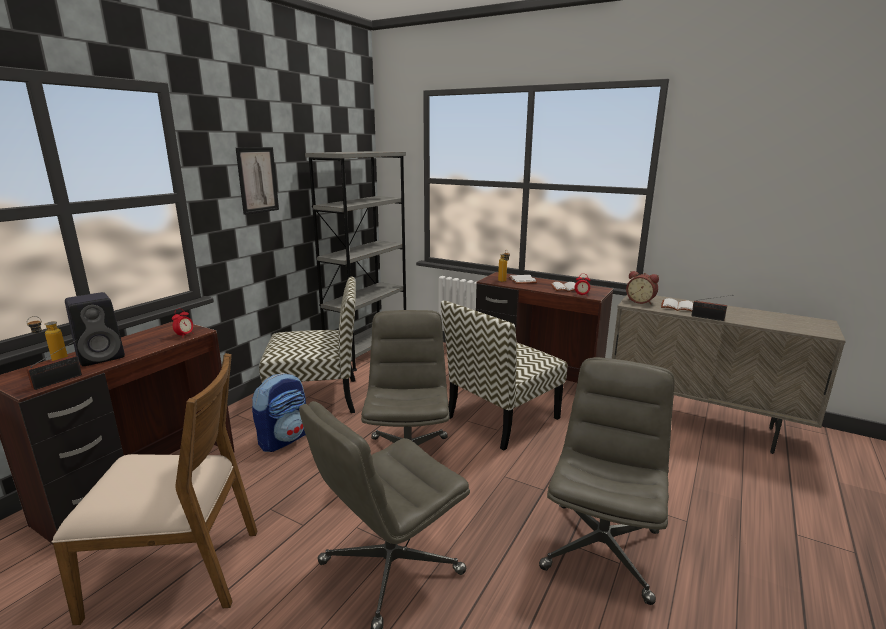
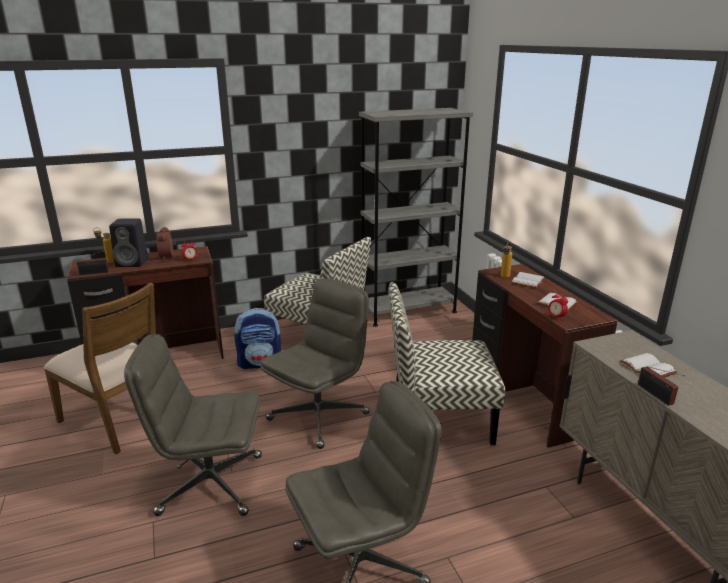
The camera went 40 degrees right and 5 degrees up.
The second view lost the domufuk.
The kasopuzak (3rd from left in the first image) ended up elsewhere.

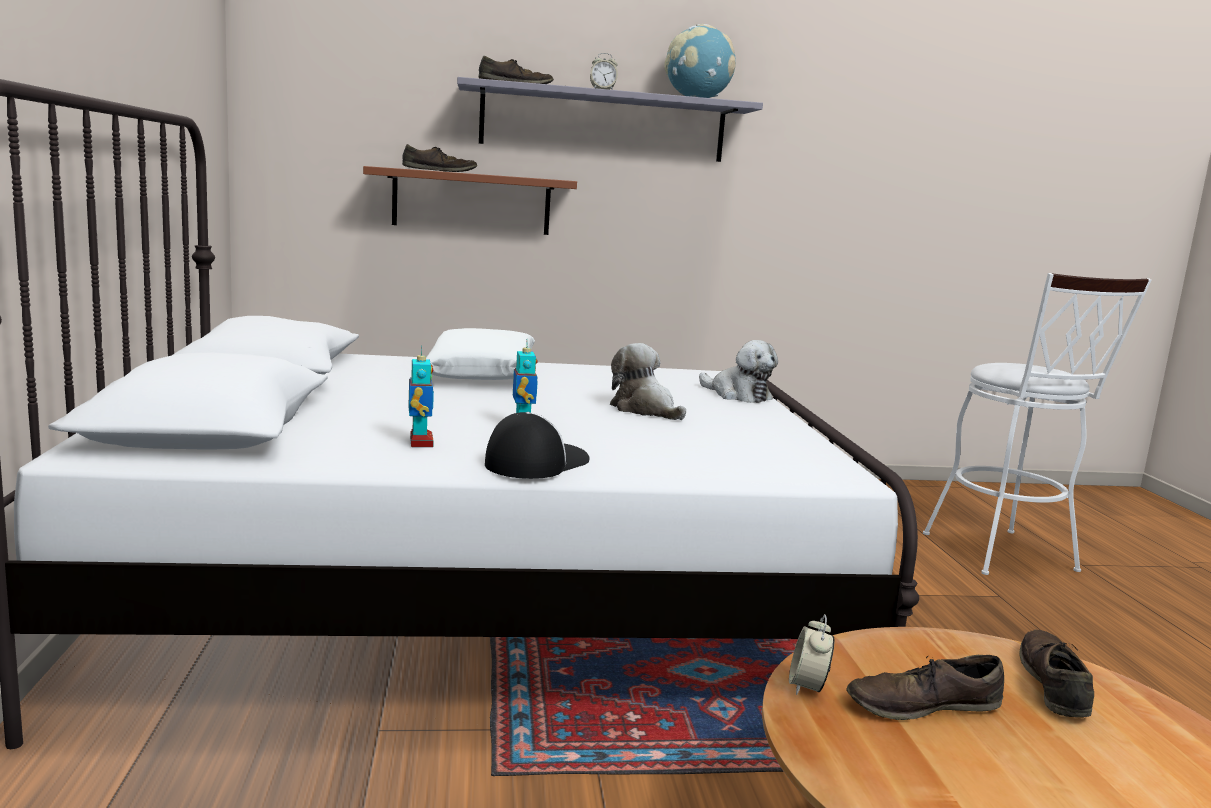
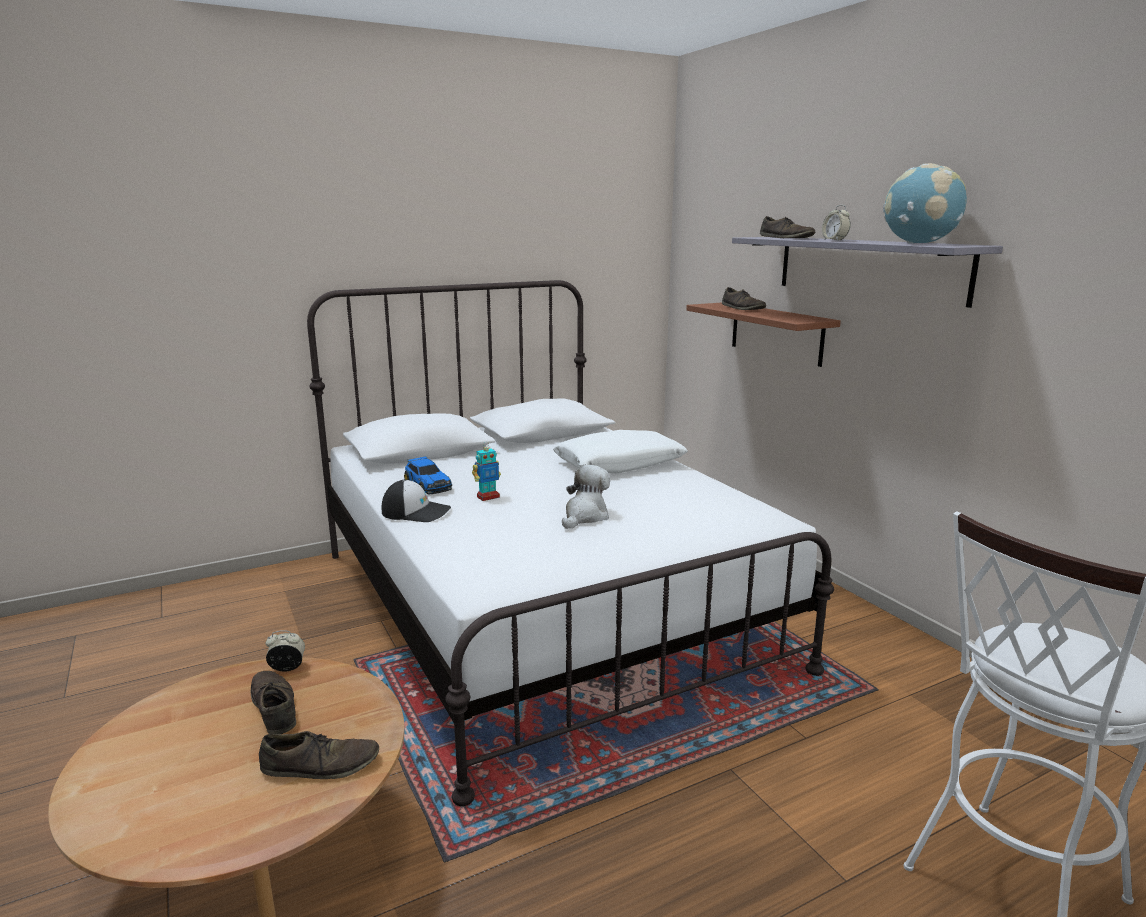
The camera went 70 degrees right and 5 degrees up.
The second view lost the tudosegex (2nd from left).
Where the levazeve (1st from left) stood, the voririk came to stand.

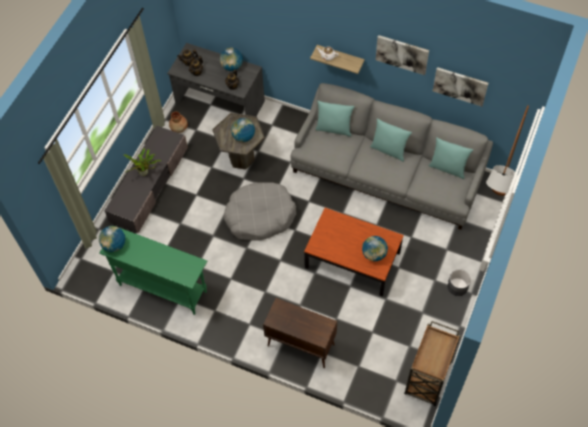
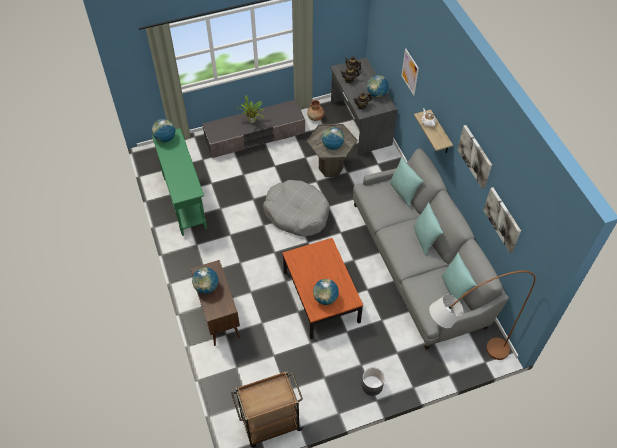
The camera went 45 degrees right and 5 degrees down.
The second view gained the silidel (2nd from left).
The second view gained the domufuk (1st from left).

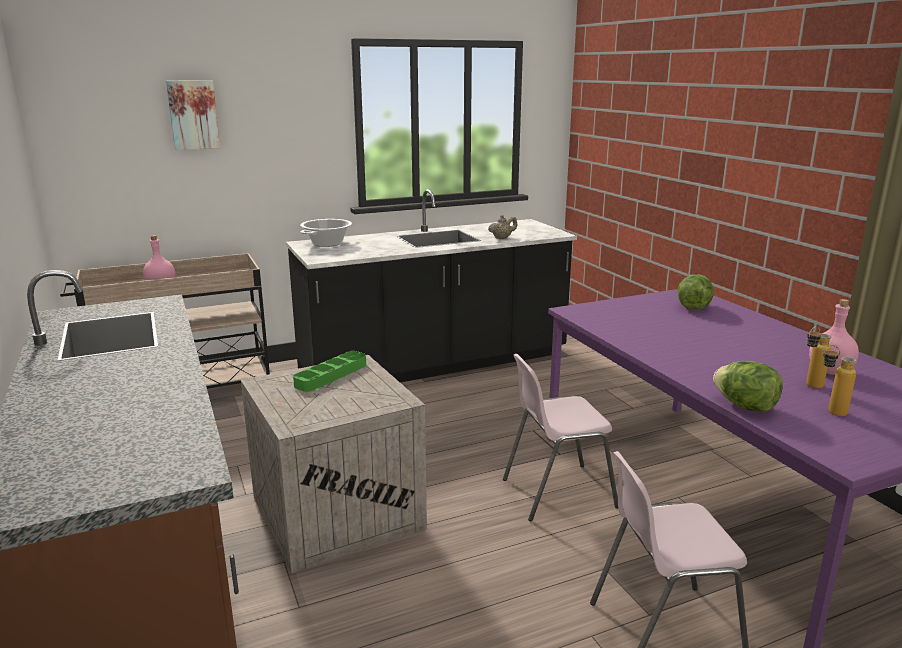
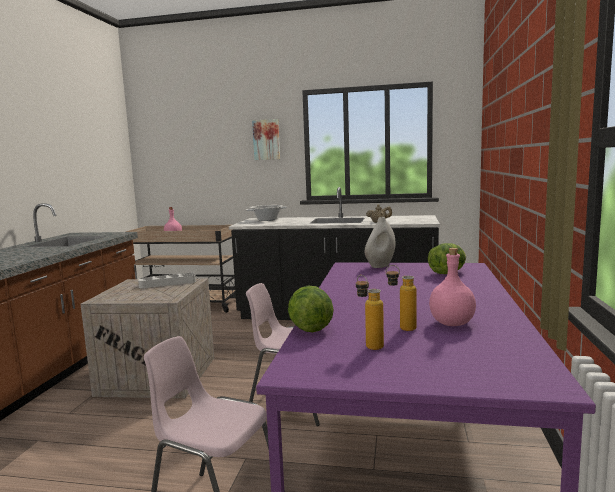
The camera went 35 degrees right and 10 degrees down.
The second view gained the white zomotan.
The domufuk ended up elsewhere.
What was the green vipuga turned into the grey vipuga.

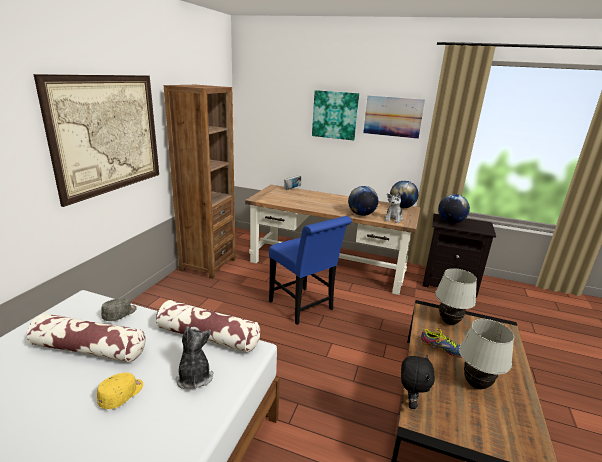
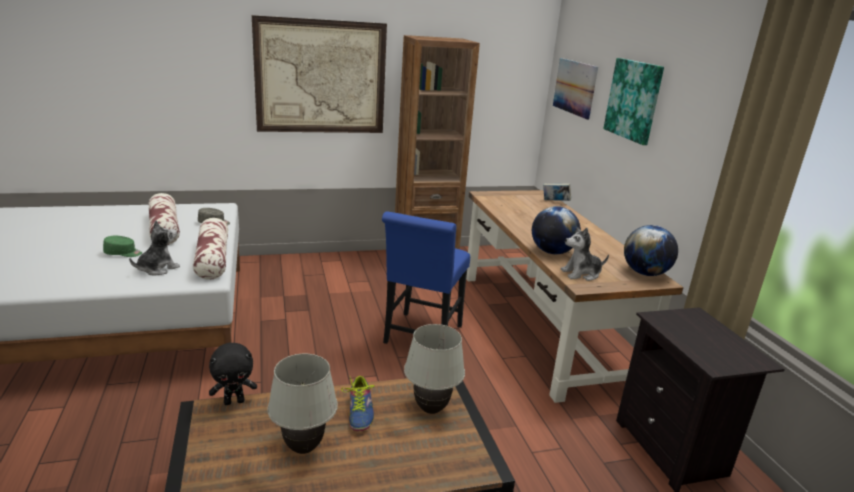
The camera went 55 degrees right and 0 degrees up.
The second view lost the silidel (3rd from left).
The domufuk (3rd from left in the first image) ended up elsewhere.
What was the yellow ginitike turned into the green ginitike.

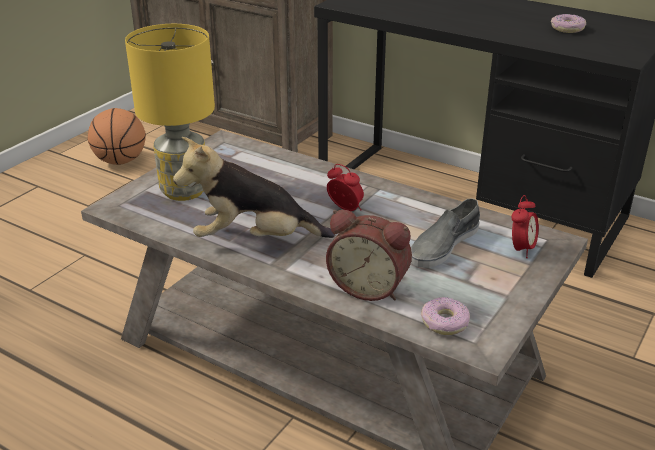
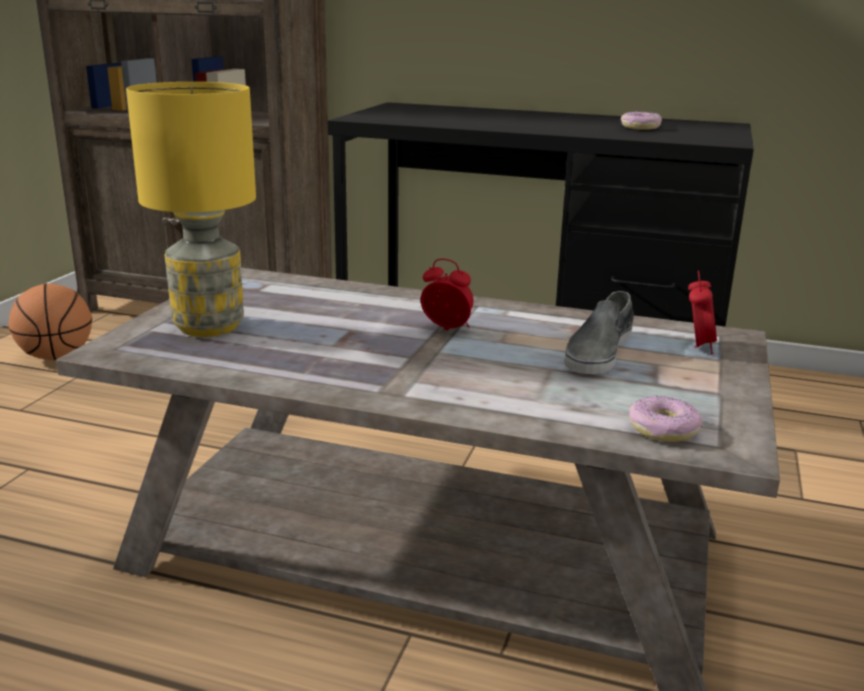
The camera went 15 degrees left and 10 degrees down.
The second view lost the tudosegex.
The second view lost the kasopuzak (2nd from left).

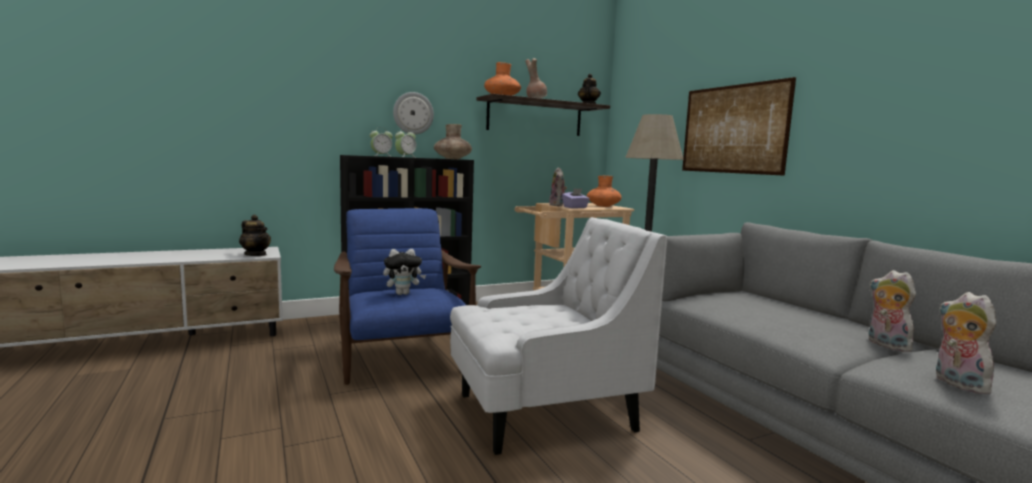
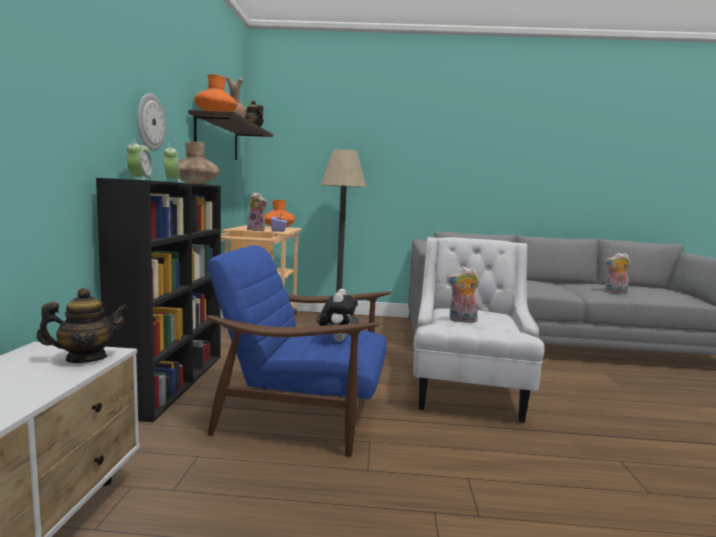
The camera went 60 degrees left and 0 degrees up.
The second view lost the domufuk.
The tudosegex (3rd from left) ended up elsewhere.

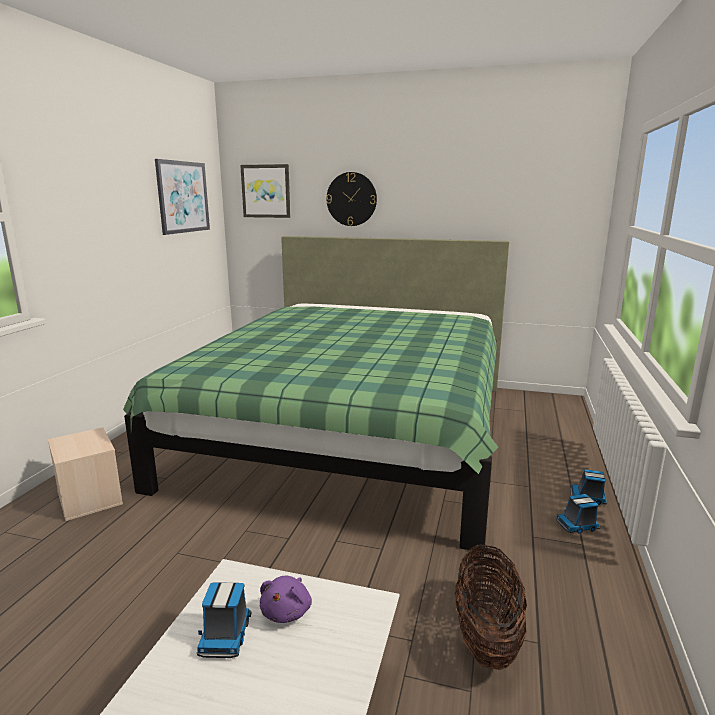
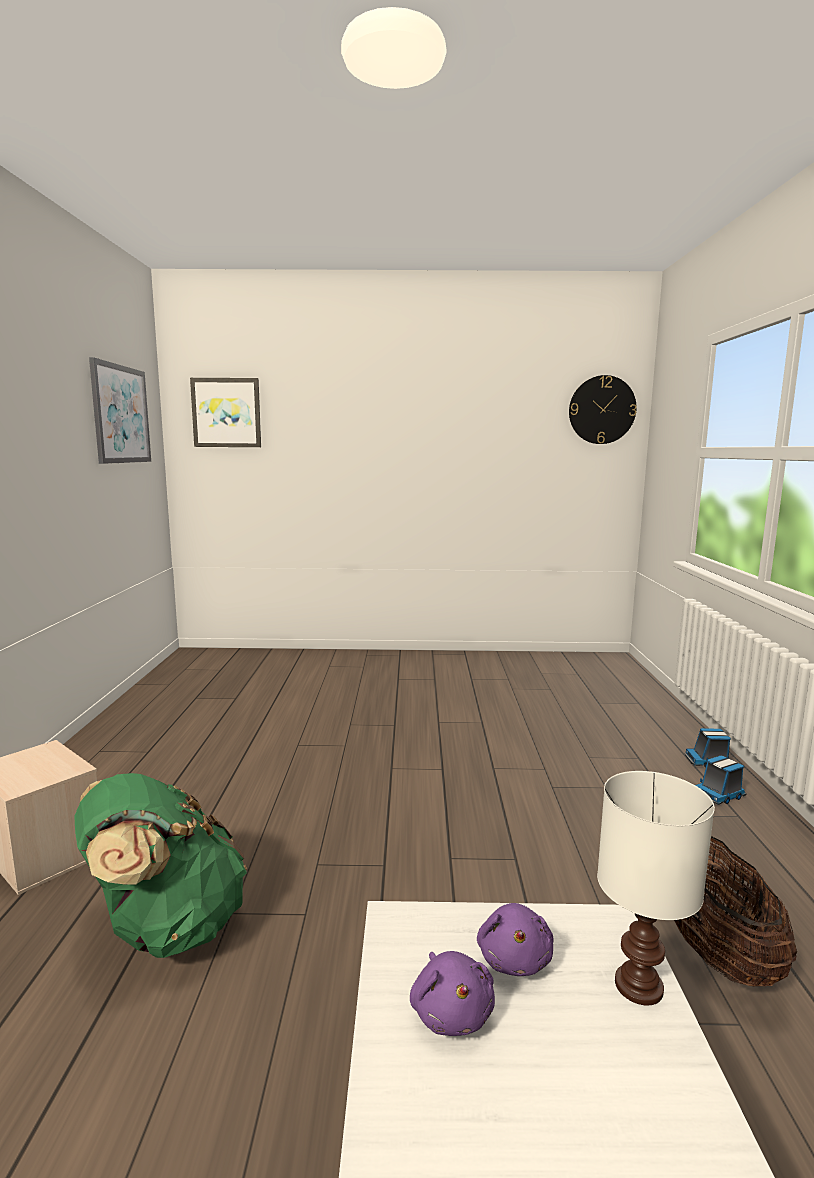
The camera went 15 degrees left and 5 degrees down.
The second view lost the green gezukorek.
The second view gained the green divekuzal.
The second view gained the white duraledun.
The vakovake ended up elsewhere.
Where the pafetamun (1st from left) stood, the purple tudosegex (1st from left) came to stand.

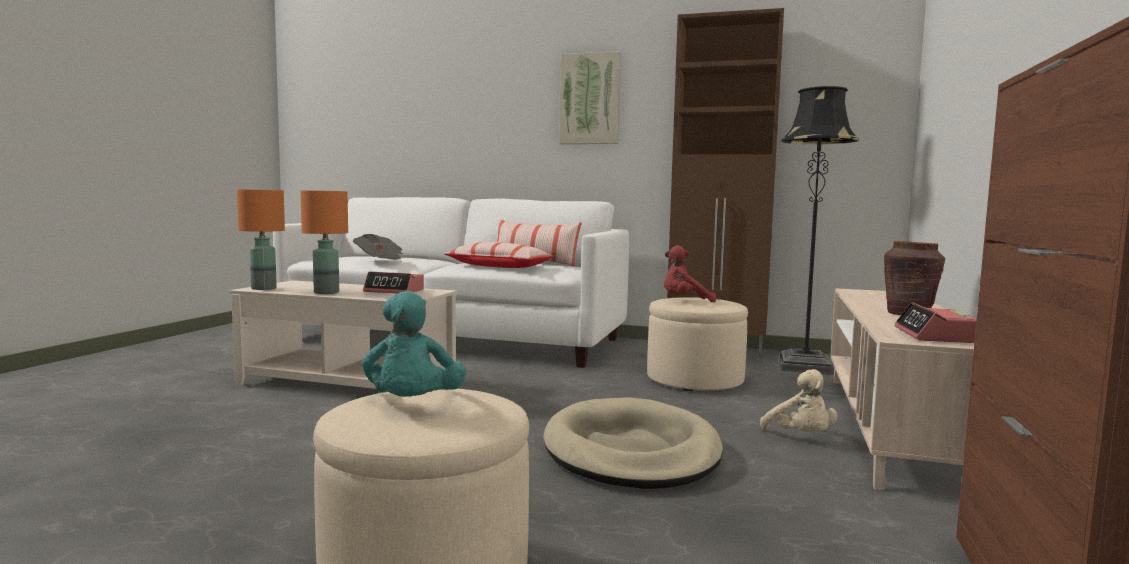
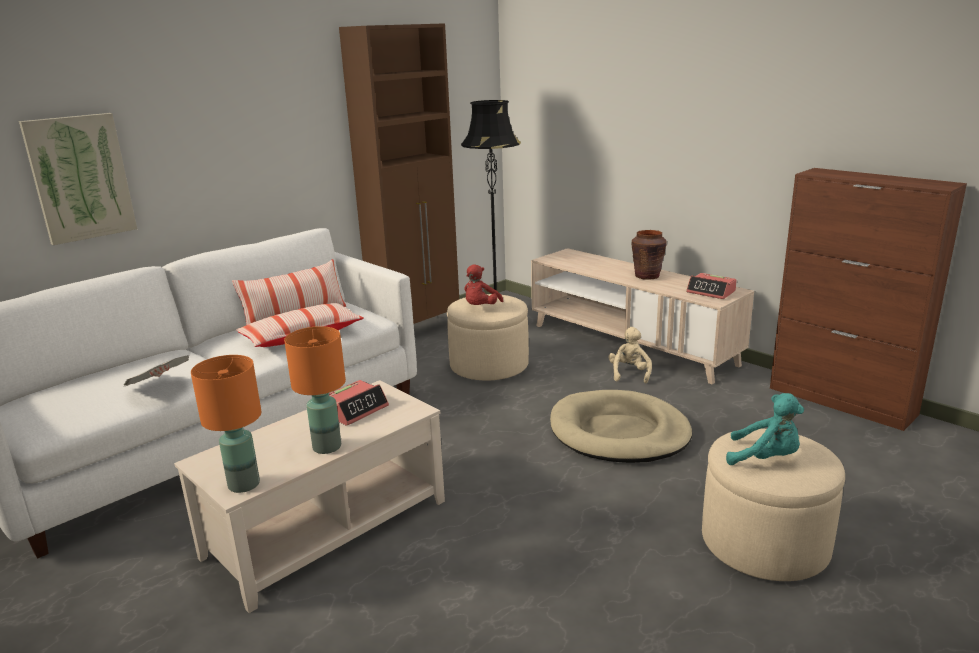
The camera went 60 degrees left and 15 degrees up.
The domufuk ended up elsewhere.
The beige tudosegex ended up facing another way, 90 degrees counterclockwise from before.

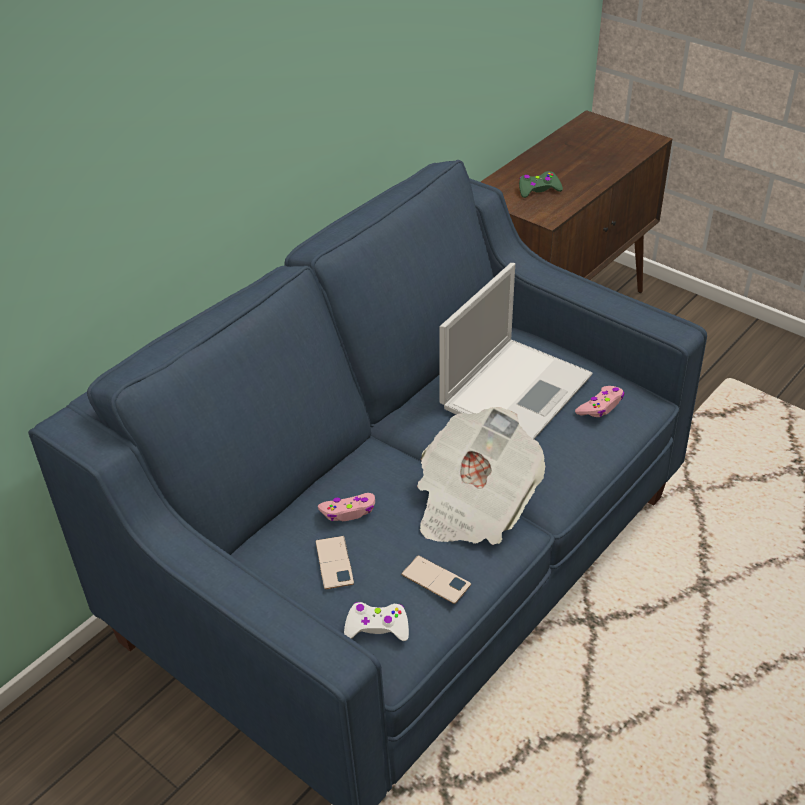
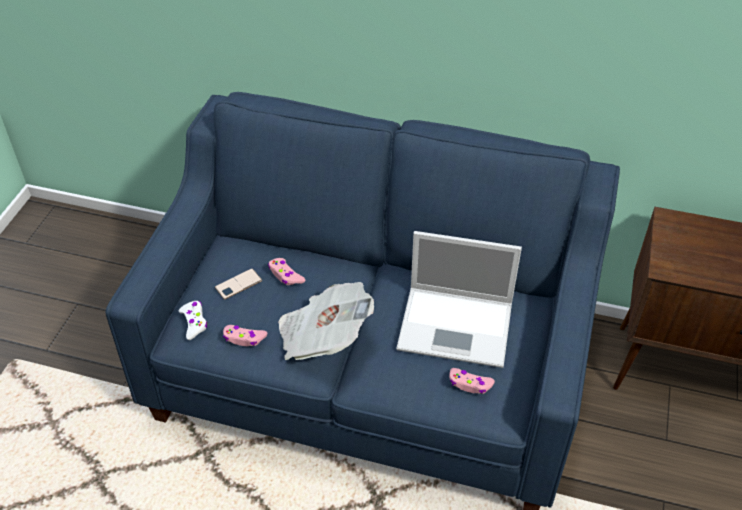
The camera went 65 degrees right and 5 degrees up.
The second view lost the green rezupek.
Where the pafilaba (2nd from left) stood, the pink rezupek (1st from left) came to stand.

